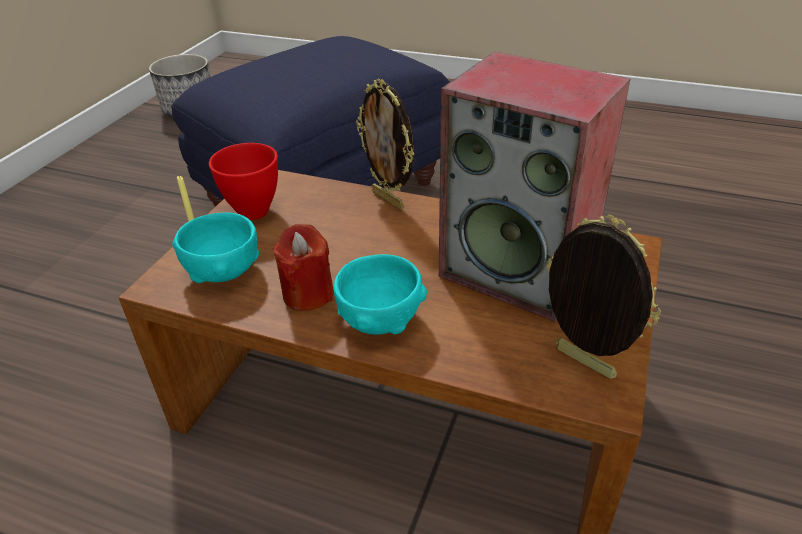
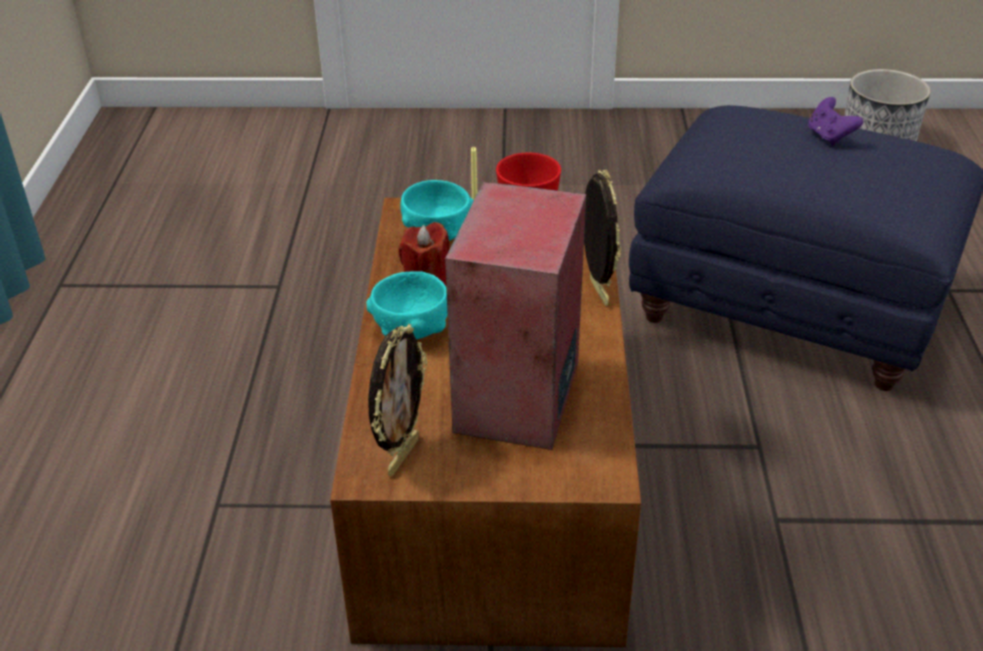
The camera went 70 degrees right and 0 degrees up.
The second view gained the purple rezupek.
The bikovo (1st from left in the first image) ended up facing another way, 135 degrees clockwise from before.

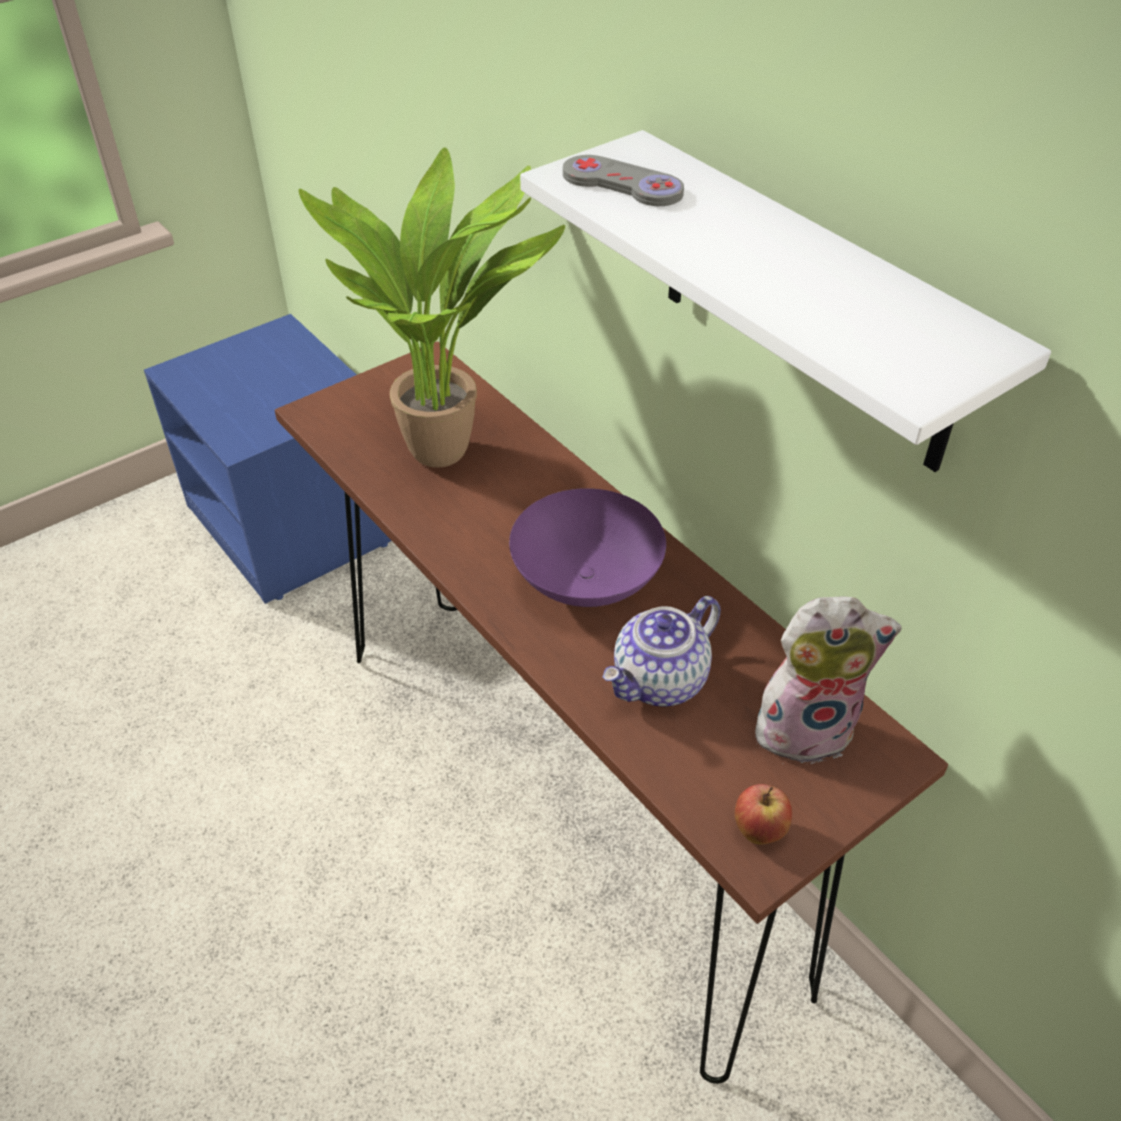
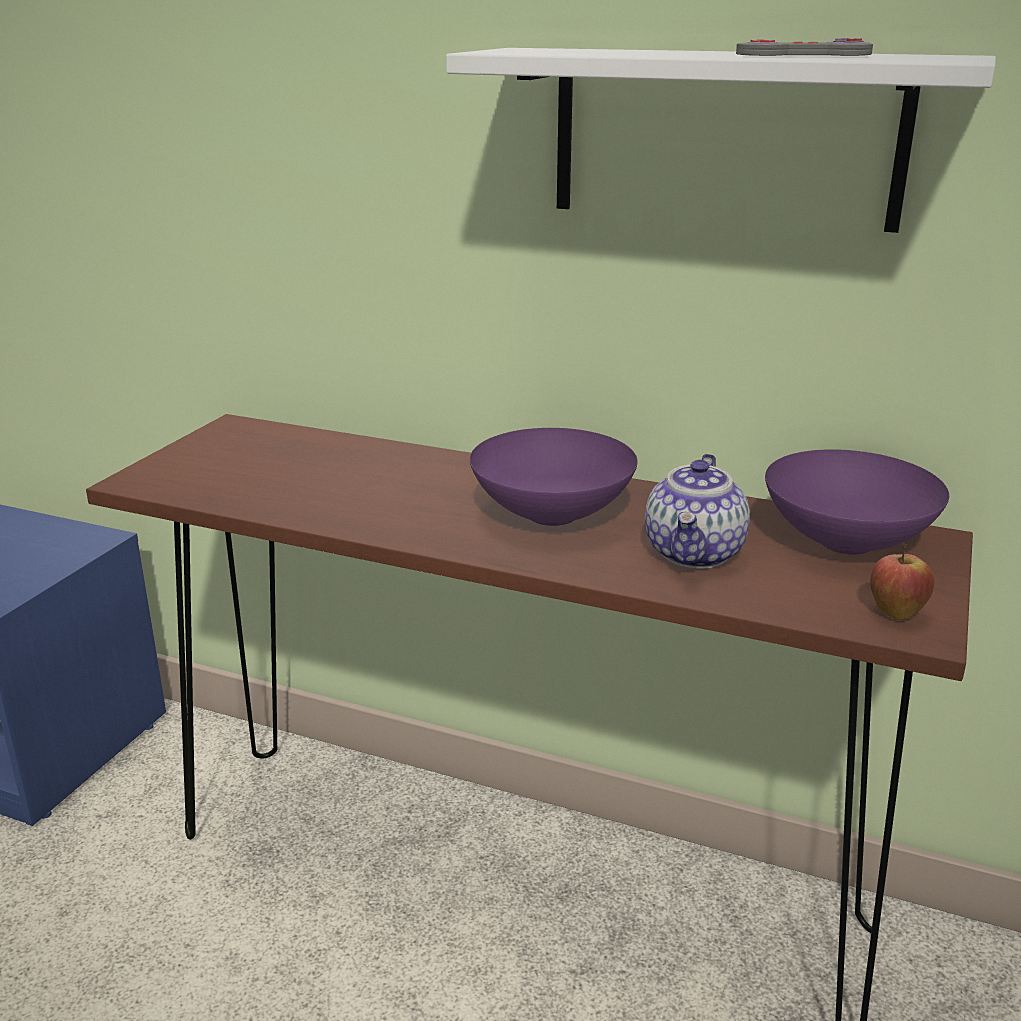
The camera went 30 degrees left and 20 degrees down.
The second view lost the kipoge.
The grey rezupek ended up elsewhere.
Where the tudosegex stood, the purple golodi (2nd from left) came to stand.

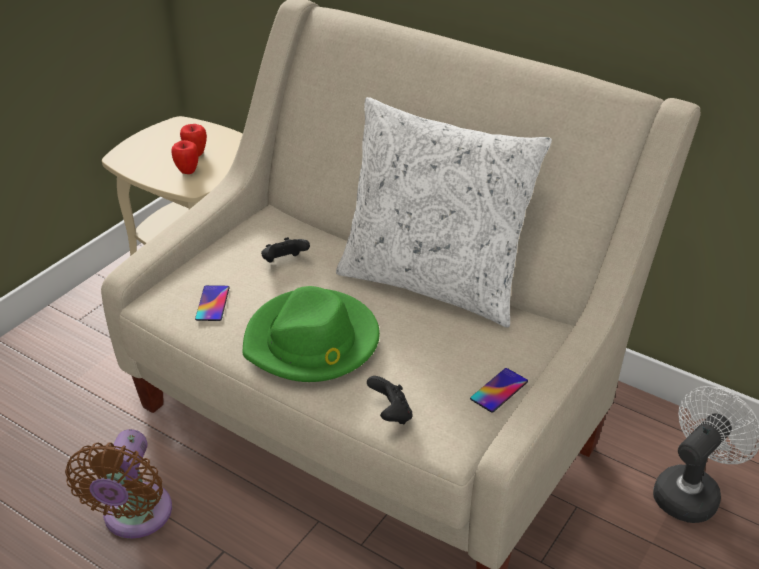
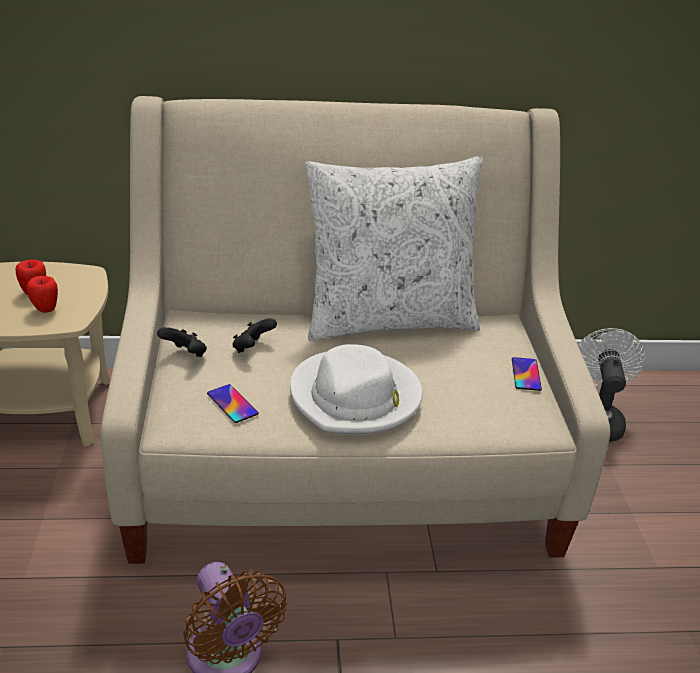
The camera went 40 degrees left and 5 degrees down.
The black rezupek (2nd from left in the first image) ended up elsewhere.
What was the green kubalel turned into the white kubalel.

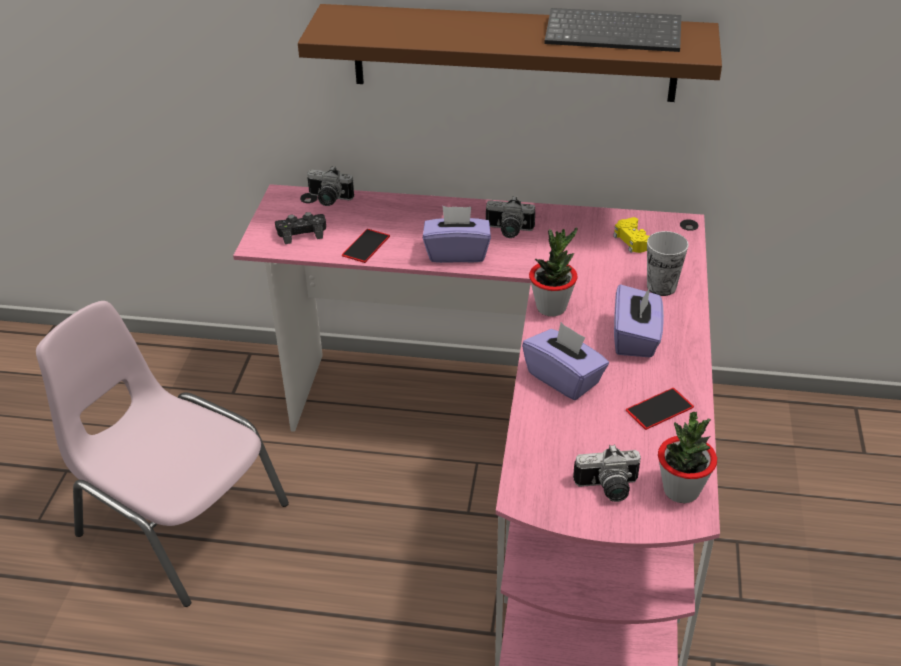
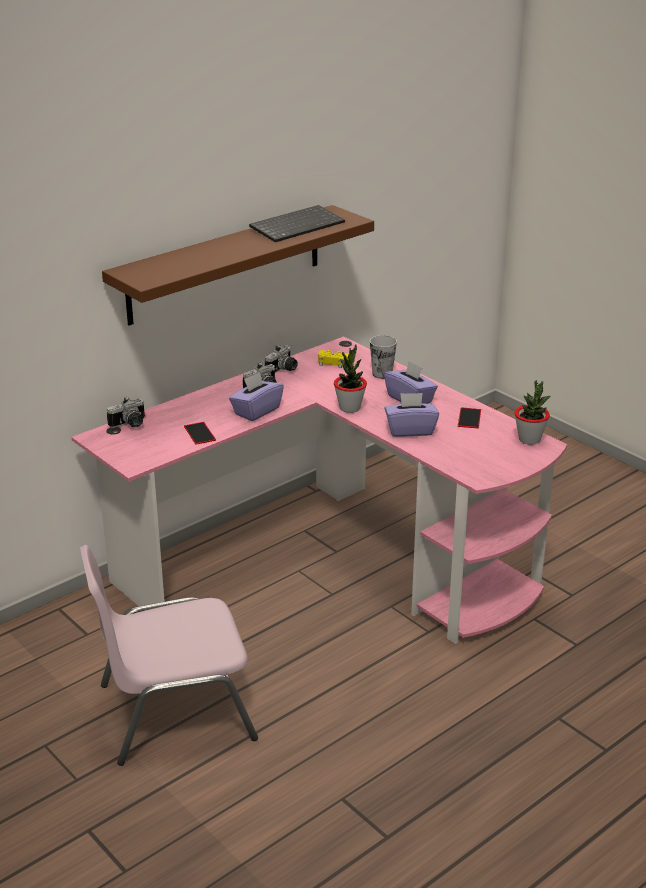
The camera went 50 degrees left and 10 degrees down.
The second view lost the black rezupek.
The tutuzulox (3rd from left) ended up elsewhere.

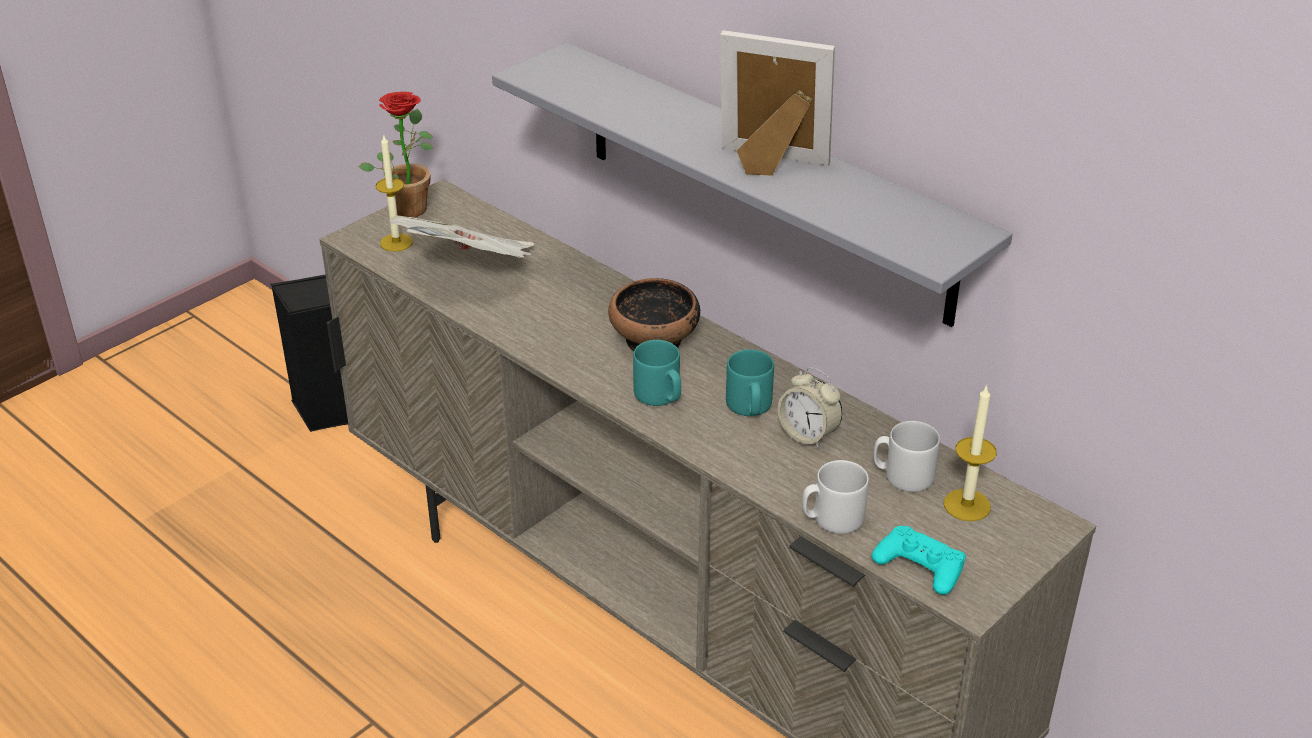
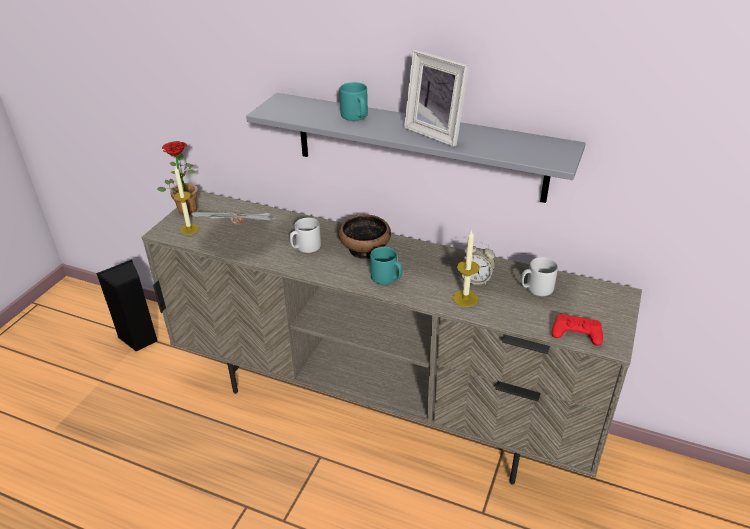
The camera went 20 degrees left and 0 degrees up.
The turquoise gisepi (2nd from left in the first image) ended up elsewhere.
The grey gisepi (1st from left) ended up elsewhere.
The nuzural (2nd from left) ended up elsewhere.
What was the turquoise rezupek turned into the red rezupek.
The bikovo ended up facing another way, 135 degrees counterclockwise from before.

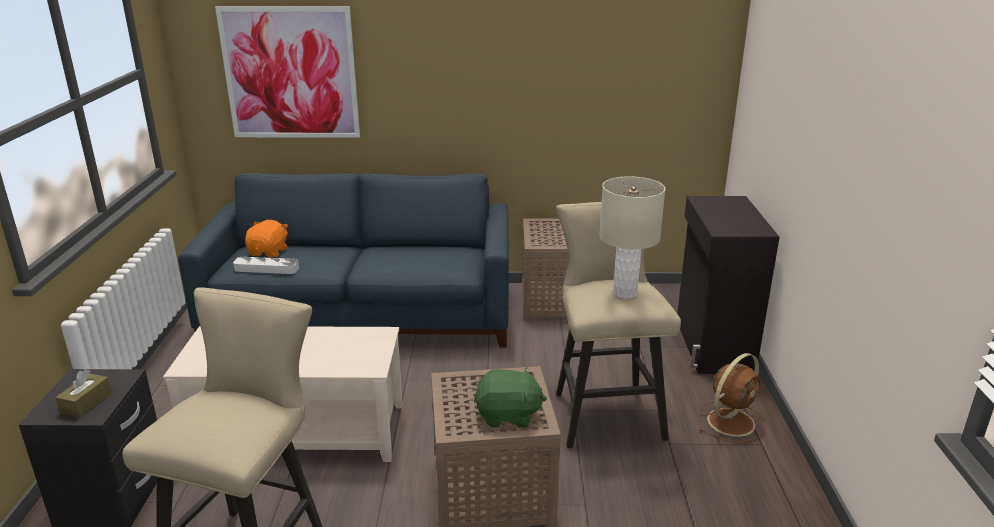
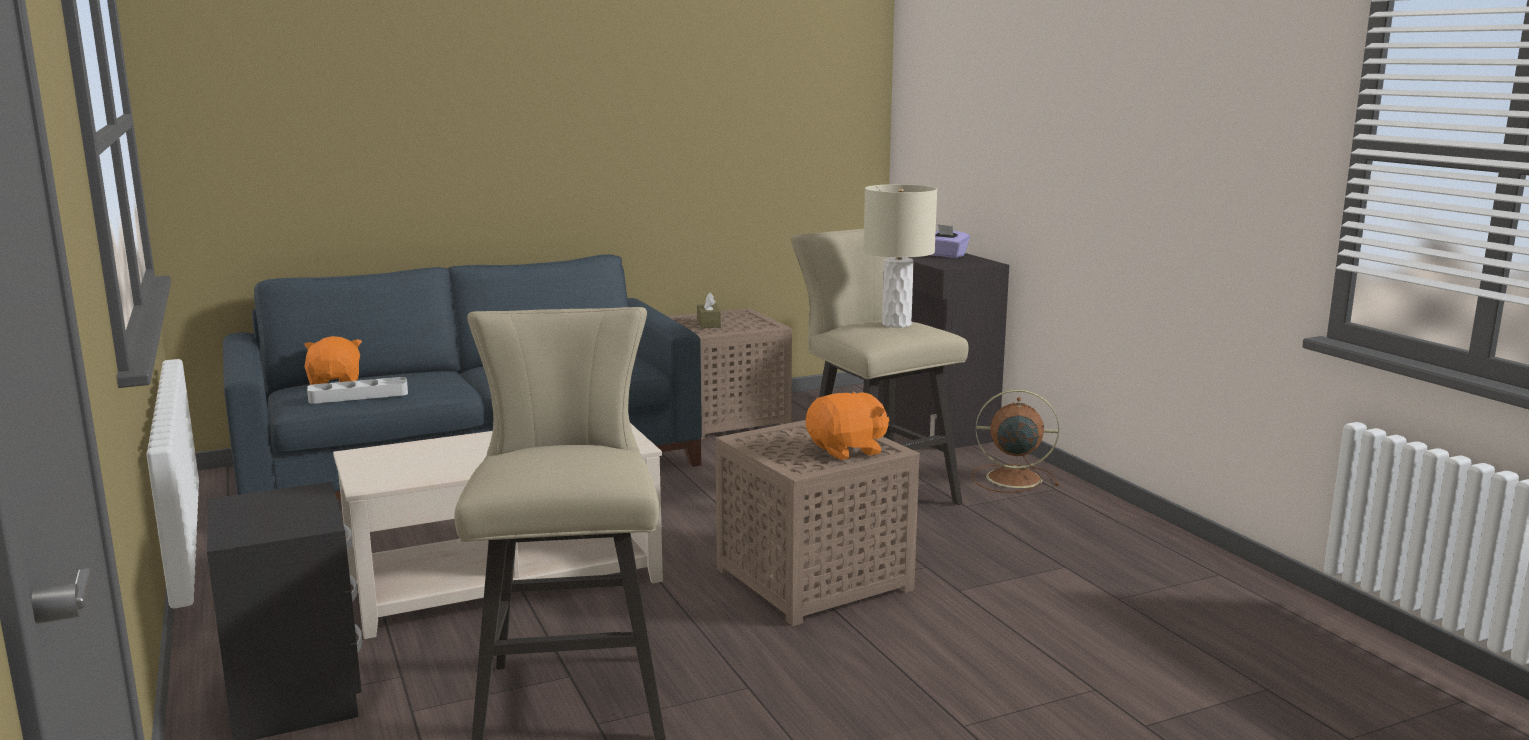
The camera went 25 degrees left and 10 degrees down.
The second view lost the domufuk.
The second view gained the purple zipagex.
The brown zipagex ended up elsewhere.
What was the green tudosegex turned into the orange tudosegex (2nd from left).
The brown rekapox ended up facing another way, 105 degrees counterclockwise from before.

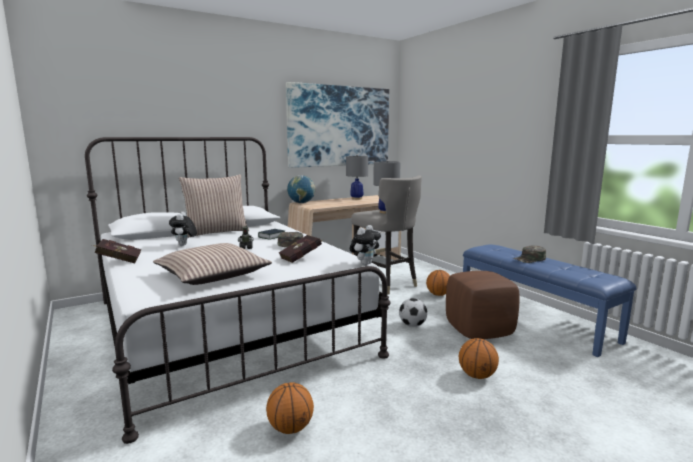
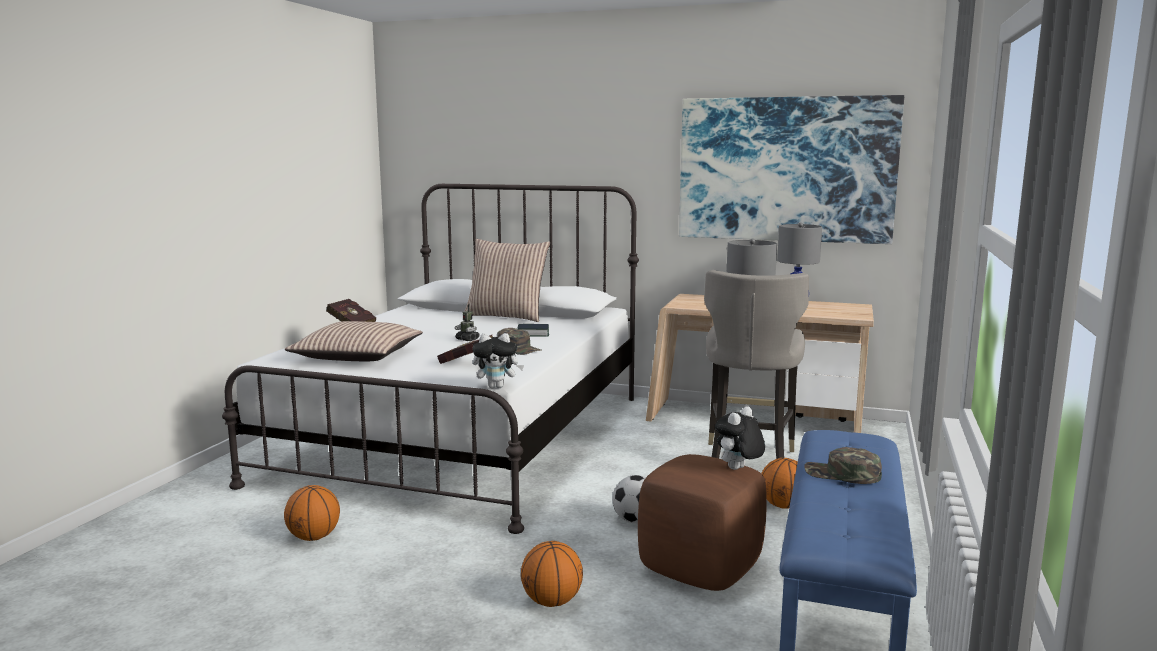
The camera went 50 degrees right and 0 degrees up.
The second view lost the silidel.
The tudosegex (1st from left in the first image) ended up elsewhere.

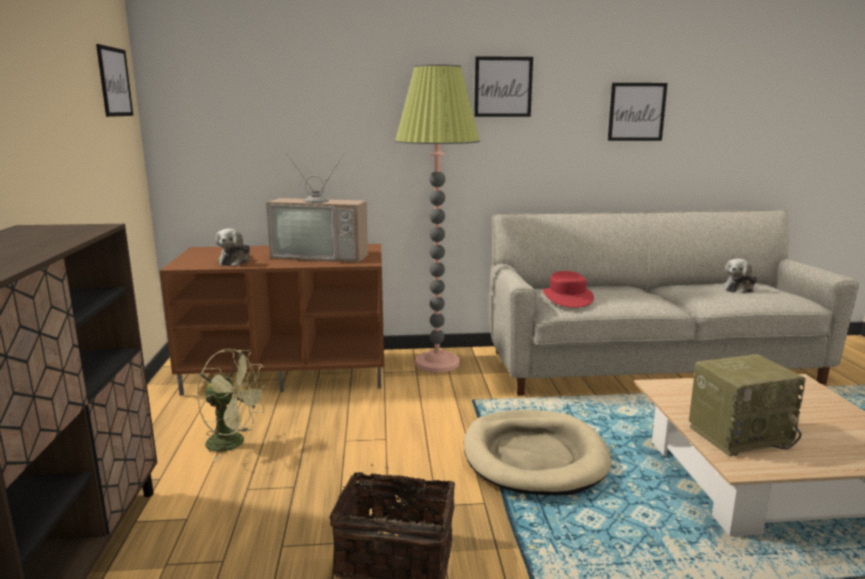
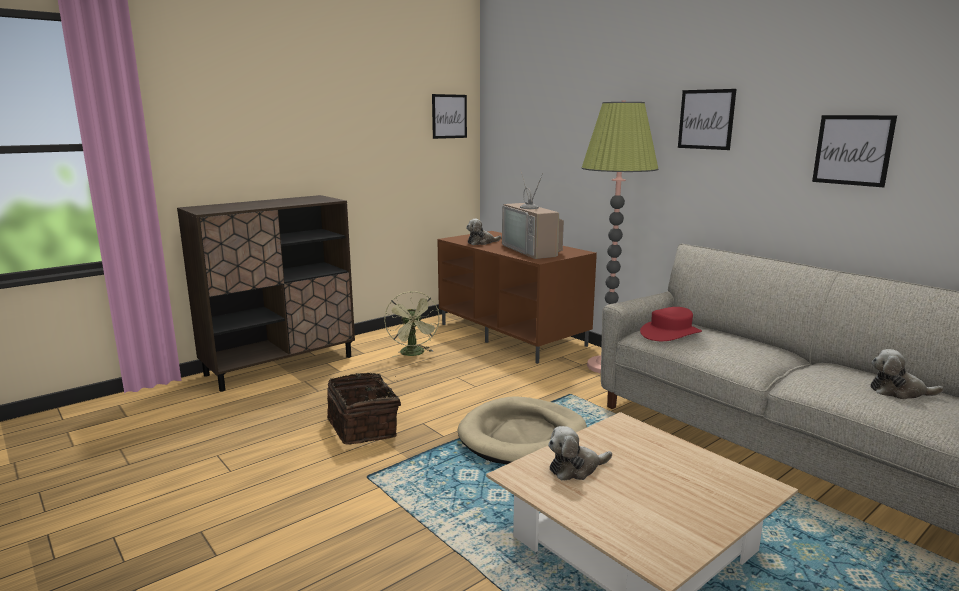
The camera went 55 degrees right and 0 degrees up.
Where the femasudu stood, the tudosegex (2nd from left) came to stand.

